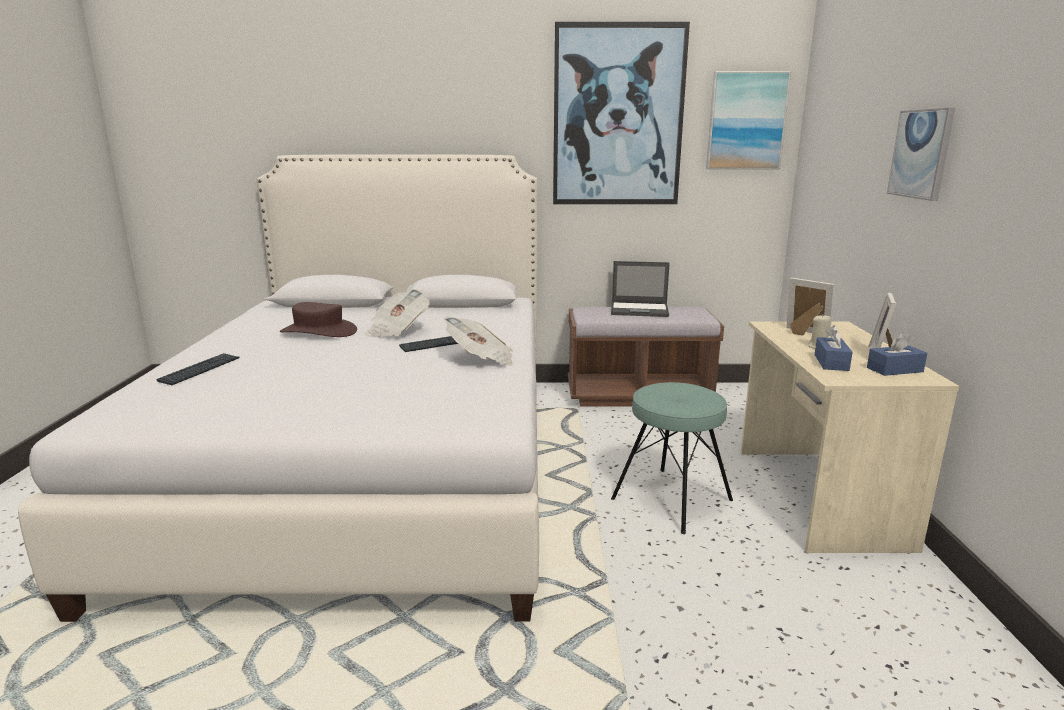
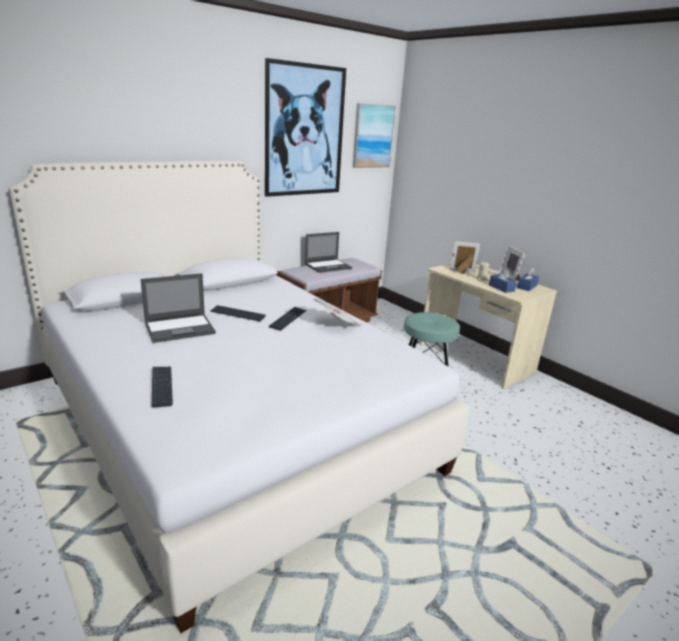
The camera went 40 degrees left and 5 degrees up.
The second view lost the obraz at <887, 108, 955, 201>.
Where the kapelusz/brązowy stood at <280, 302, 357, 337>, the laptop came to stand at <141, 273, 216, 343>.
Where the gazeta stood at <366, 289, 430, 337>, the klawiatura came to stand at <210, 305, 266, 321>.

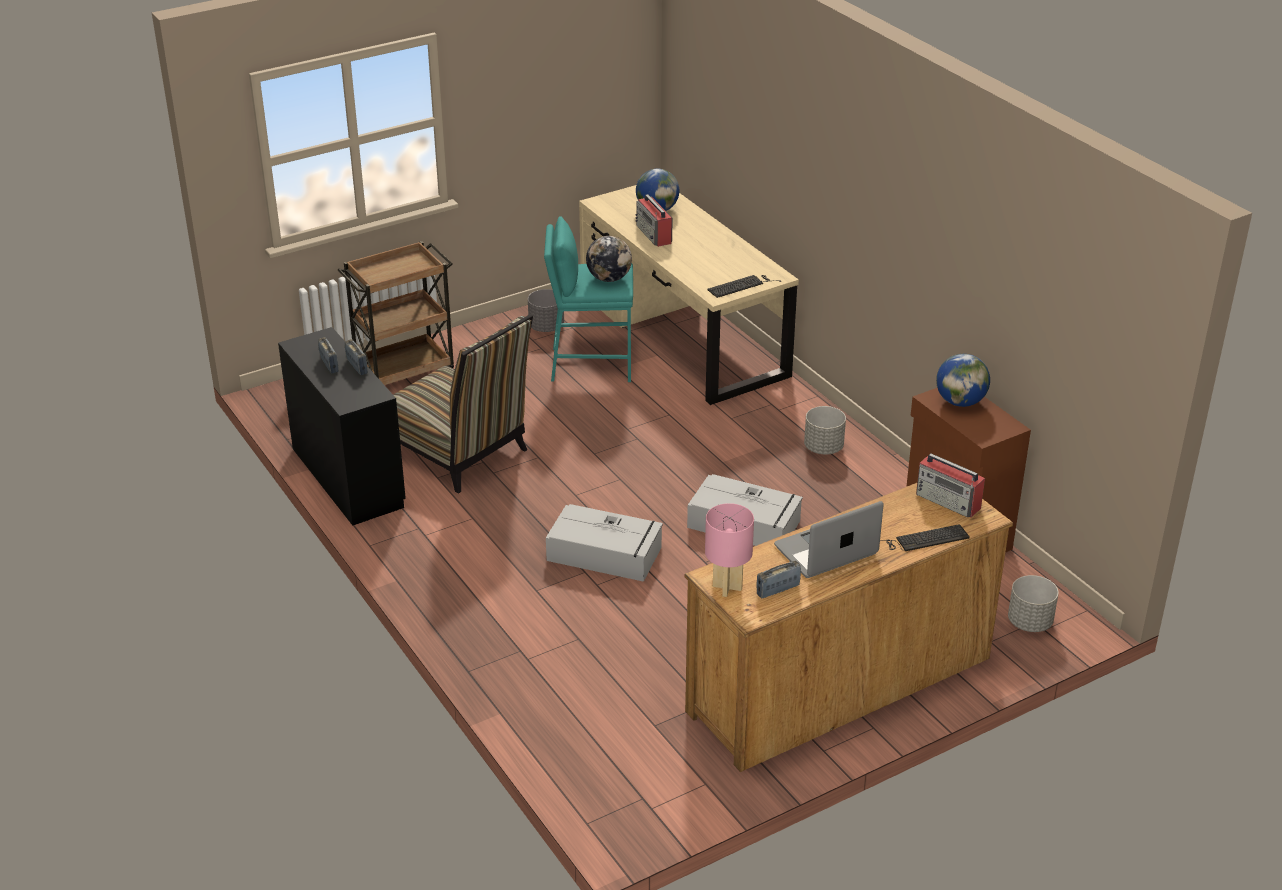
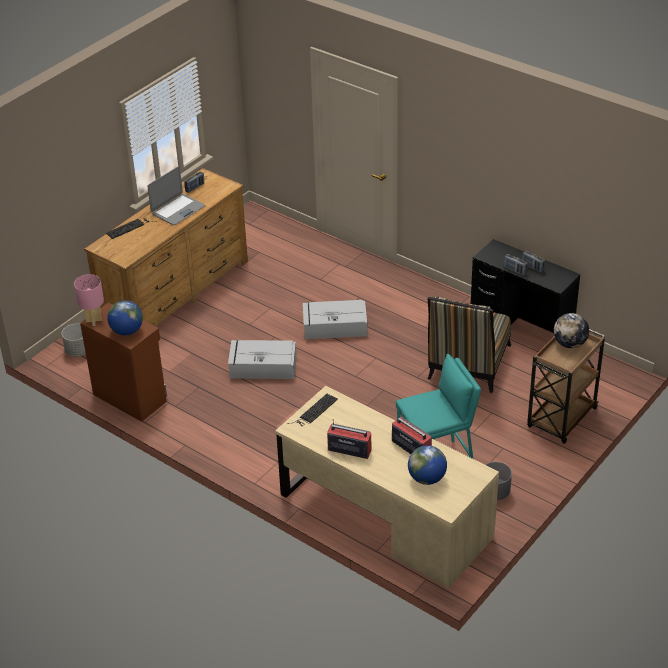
The camera went 160 degrees right and 5 degrees up.
The second view lost the donica/szary at <804, 406, 846, 454>.
The globus ended up elsewhere, having gone from <586, 236, 632, 282> to <554, 313, 589, 348>.
The lampa stołowa/różowy ended up elsewhere, having gone from <705, 503, 754, 597> to <74, 274, 104, 326>.
The radio ended up elsewhere, having gone from <916, 454, 985, 518> to <327, 419, 371, 459>.
The krzesło at <393, 314, 533, 494> ended up facing another way, 90 degrees counterclockwise from before.

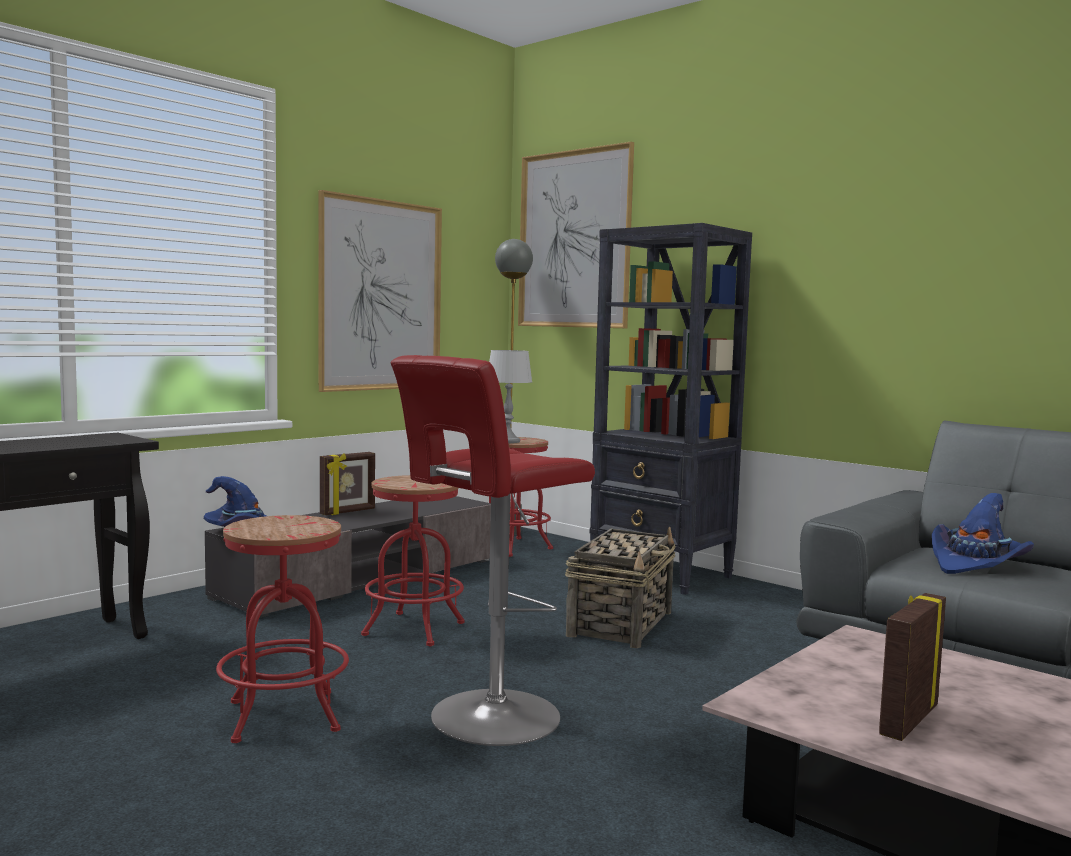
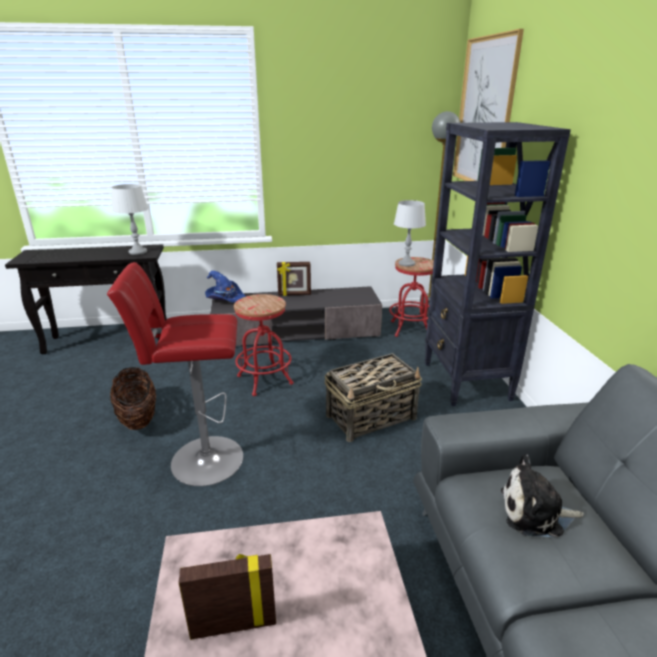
The camera went 40 degrees right and 20 degrees up.
The second view lost the obraz at <318, 190, 442, 392>.
The second view gained the lampa stołowa/szary at <111, 184, 148, 255>.
Where the stołek/czerwony stood at <216, 515, 349, 743>, the koszyk came to stand at <110, 367, 156, 430>.
Where the kapelusz/niebieski stood at <932, 493, 1034, 574>, the pluszak came to stand at <501, 454, 584, 537>.

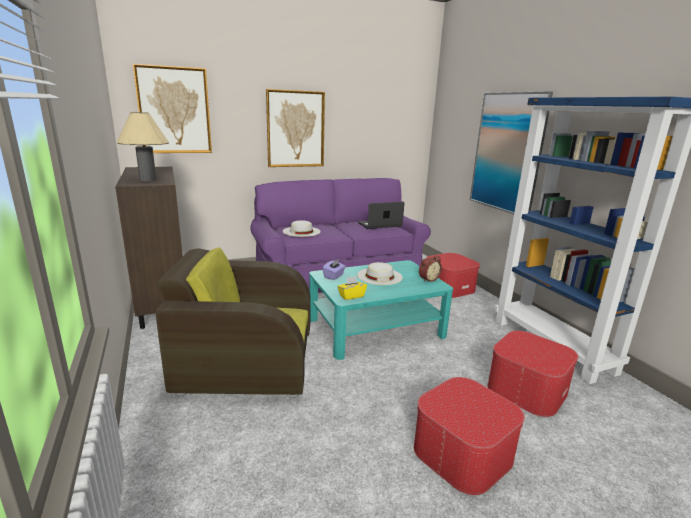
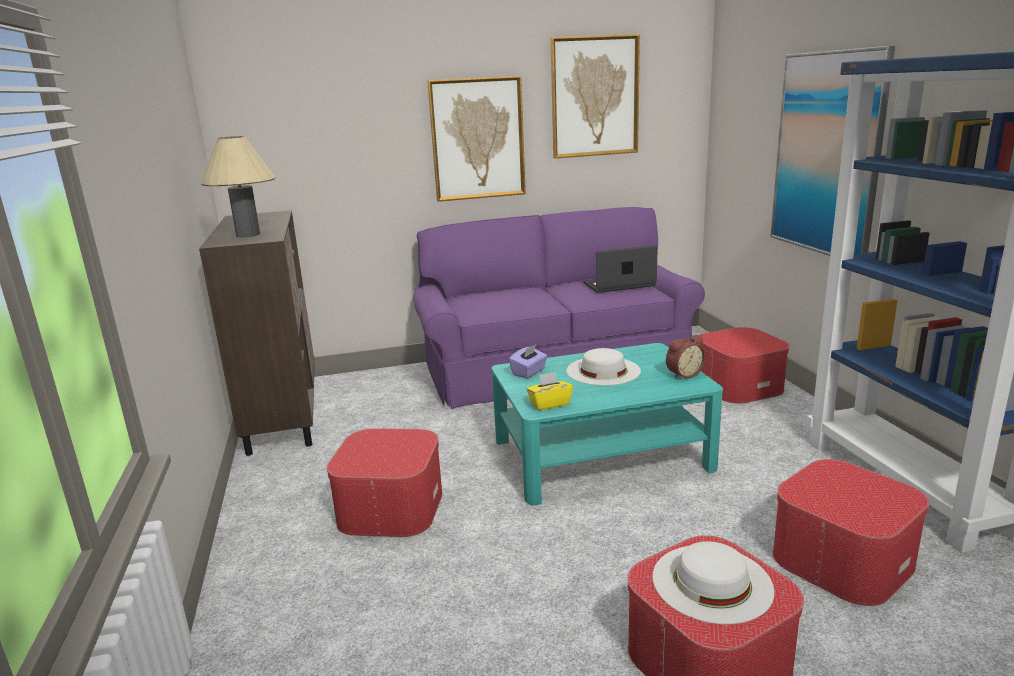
The camera went 10 degrees right and 0 degrees up.
The obraz ended up elsewhere, having gone from <133, 64, 212, 153> to <551, 34, 640, 159>.
The kapelusz/biały ended up elsewhere, having gone from <283, 220, 320, 237> to <653, 541, 774, 624>.
Where the fotel/brązowy stood at <156, 247, 311, 399>, the pufa came to stand at <327, 428, 443, 537>.

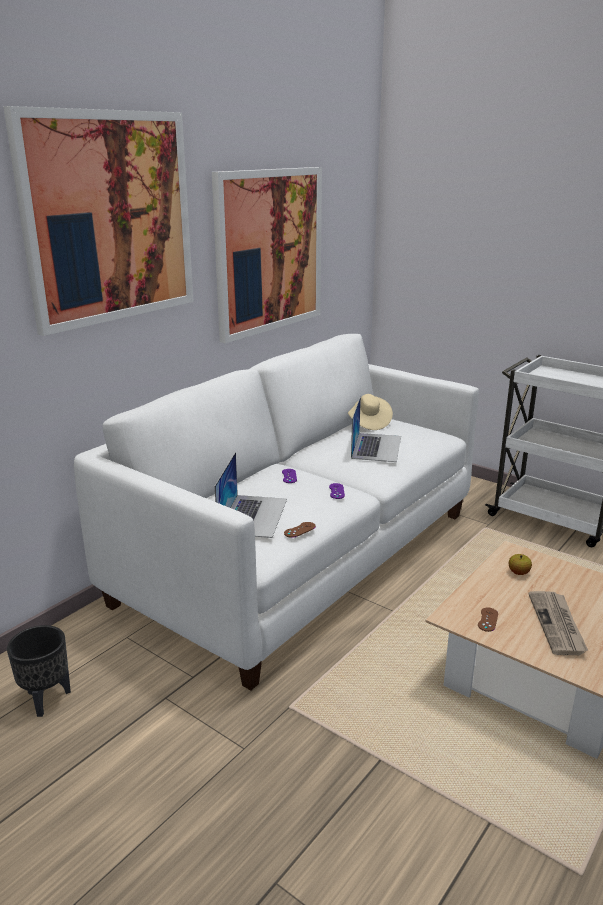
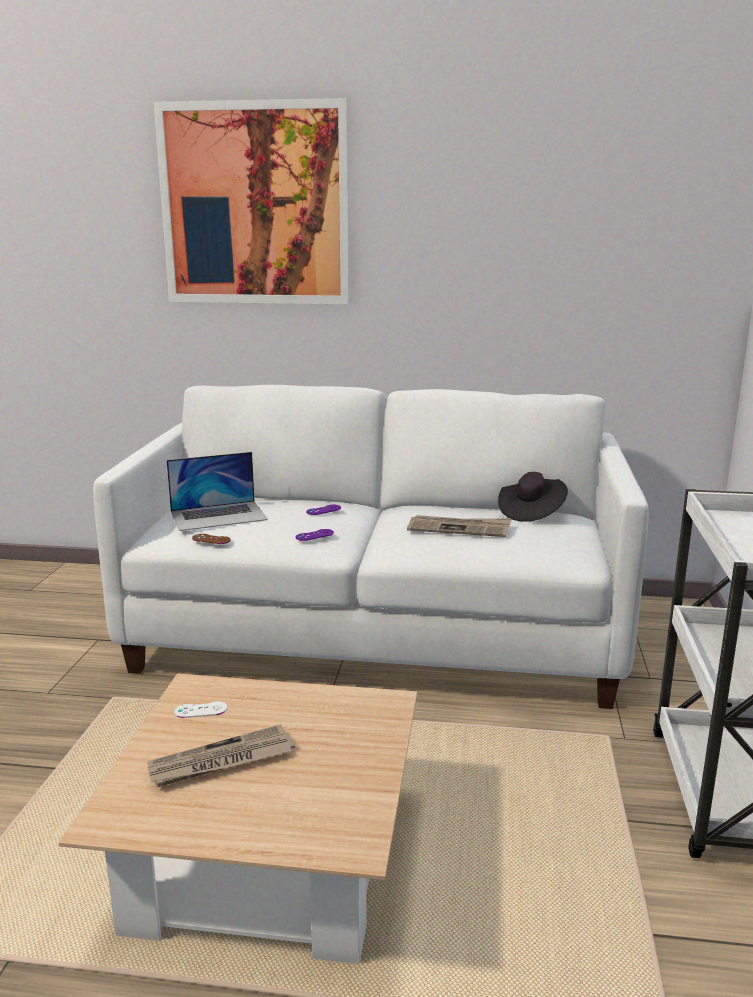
The camera went 60 degrees right and 5 degrees down.
The second view lost the donica/czarny at <7, 625, 71, 717>.
The second view lost the obraz at <212, 167, 322, 343>.
The second view lost the jabłko at <509, 554, 532, 575>.
Where the laptop stood at <351, 396, 401, 462>, the gazeta came to stand at <407, 515, 512, 537>.
What was the kapelusz/beżowy at <348, 394, 393, 430> turned into the kapelusz/czarny at <498, 472, 568, 522>.
What was the pad do gier/brązowy at <478, 608, 498, 632> turned into the pad do gier/biały at <174, 701, 227, 718>.

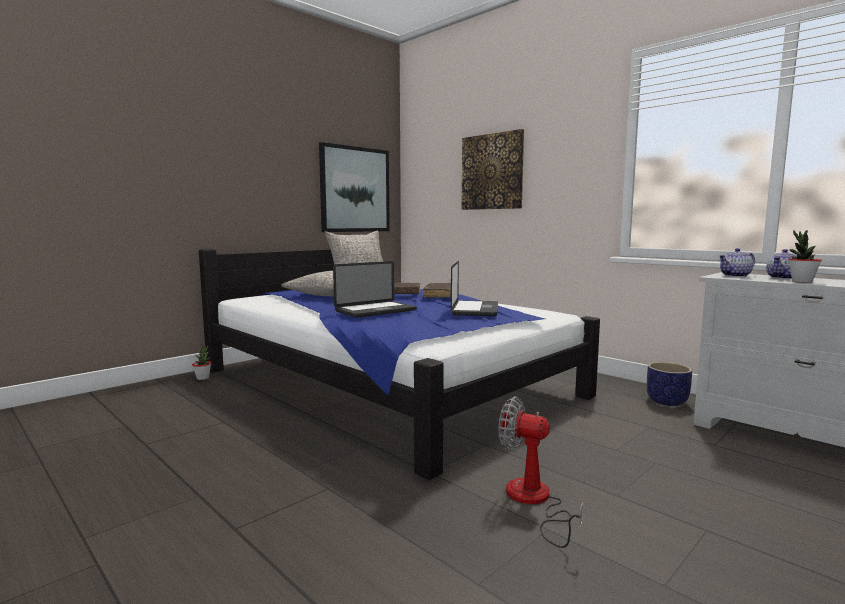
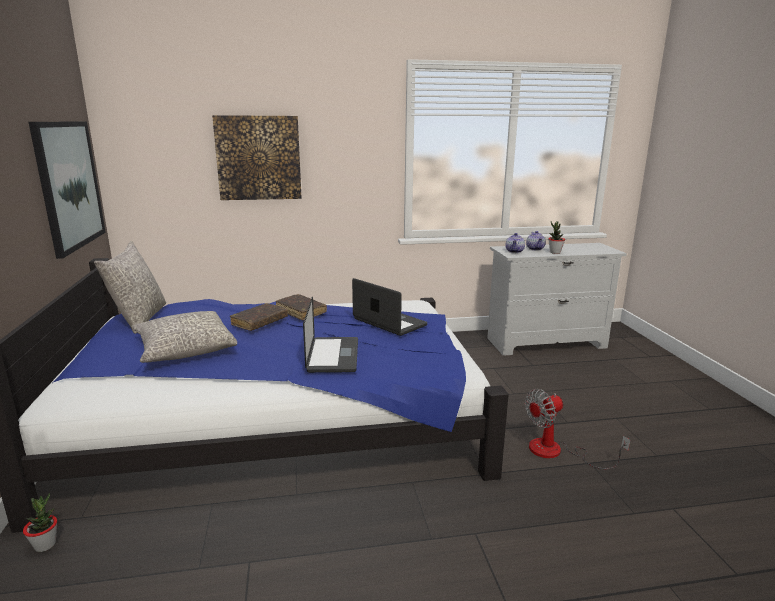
The camera went 55 degrees left and 10 degrees up.
The second view lost the donica at <647, 362, 692, 406>.

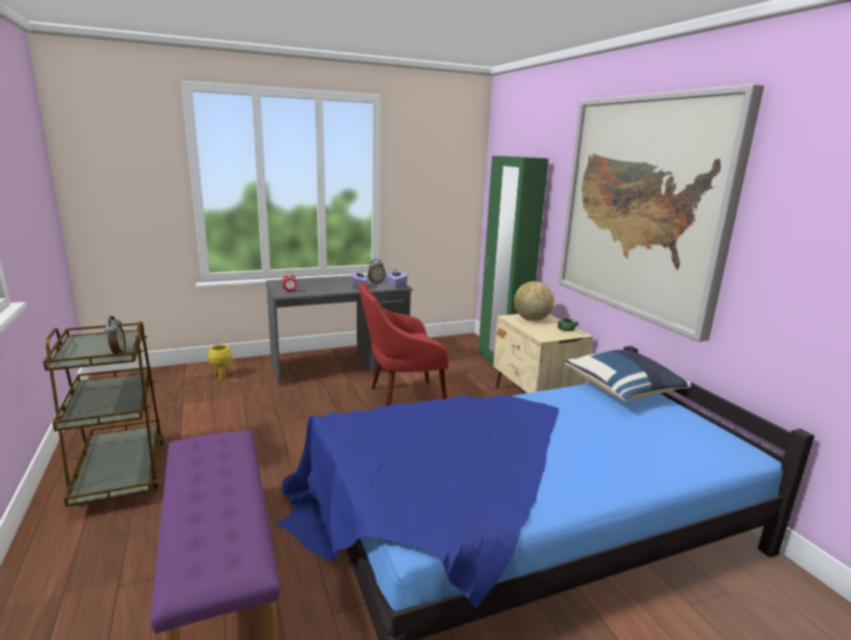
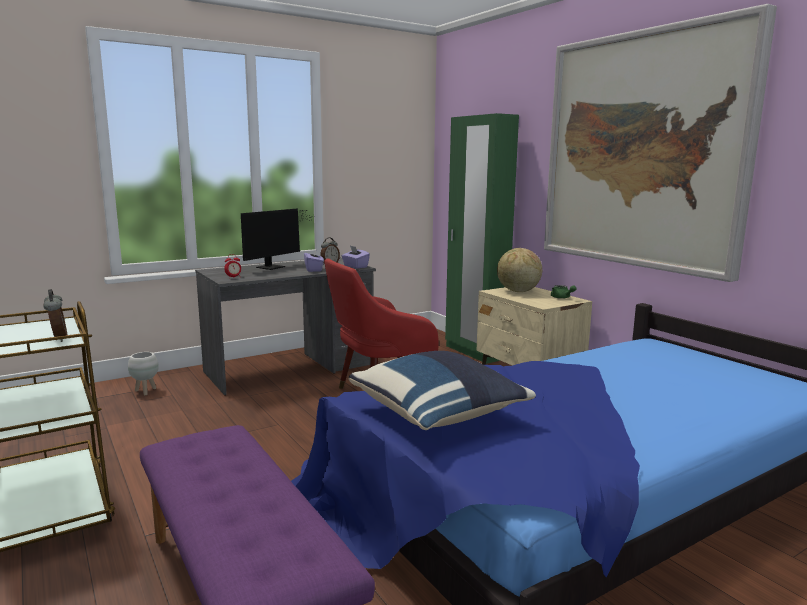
The camera went 10 degrees left and 5 degrees down.
The second view gained the monitor at <241, 208, 312, 270>.
The poduszka/niebieski ended up elsewhere, having gone from <565, 350, 691, 401> to <349, 351, 536, 430>.
What was the donica/żółty at <208, 345, 232, 379> turned into the donica/biały at <128, 352, 159, 395>.

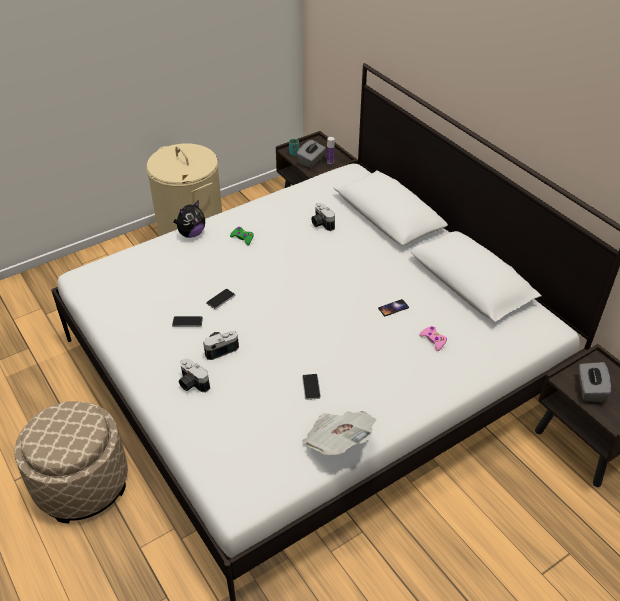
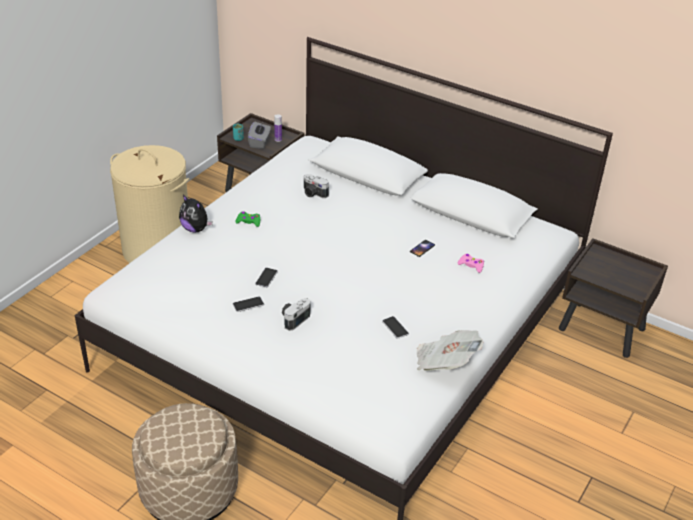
The camera went 25 degrees left and 5 degrees down.
The second view lost the aparat fotograficzny at <179, 358, 210, 392>.
The second view lost the pudełko chusteczek/szary at <579, 362, 611, 402>.
The pluszak at <174, 201, 205, 238> ended up facing another way, 105 degrees clockwise from before.

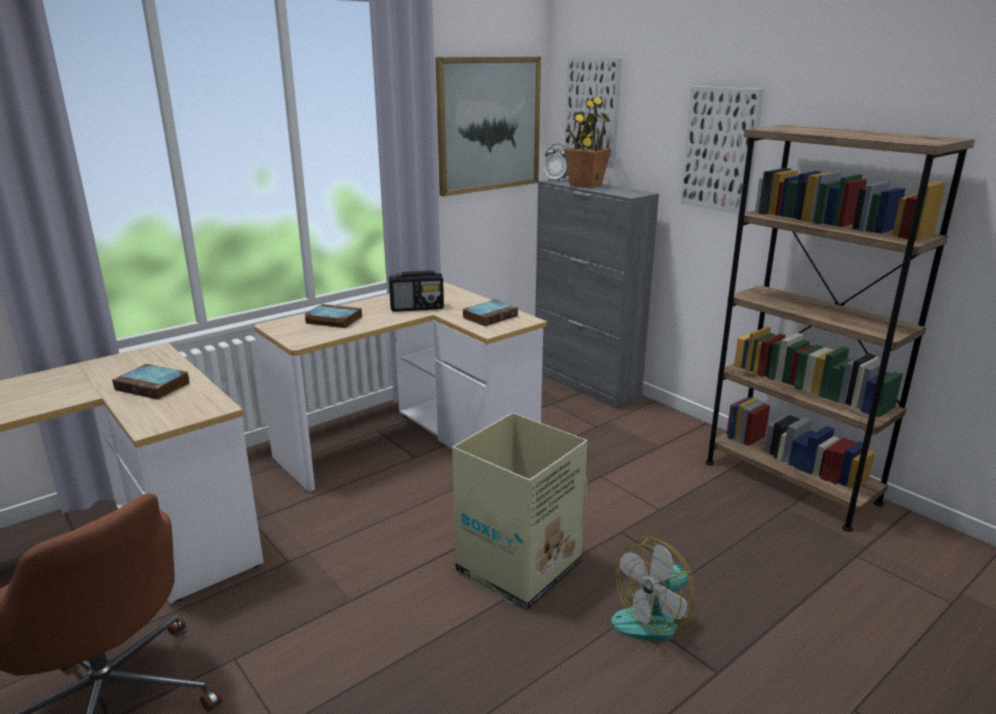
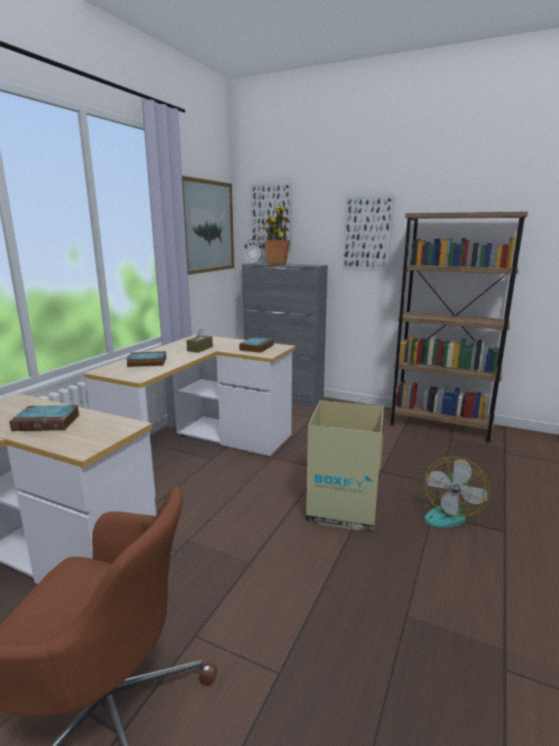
The camera went 25 degrees left and 5 degrees down.
Where the radio stood at <389, 271, 444, 312>, the pudełko chusteczek/brązowy came to stand at <186, 328, 213, 353>.

